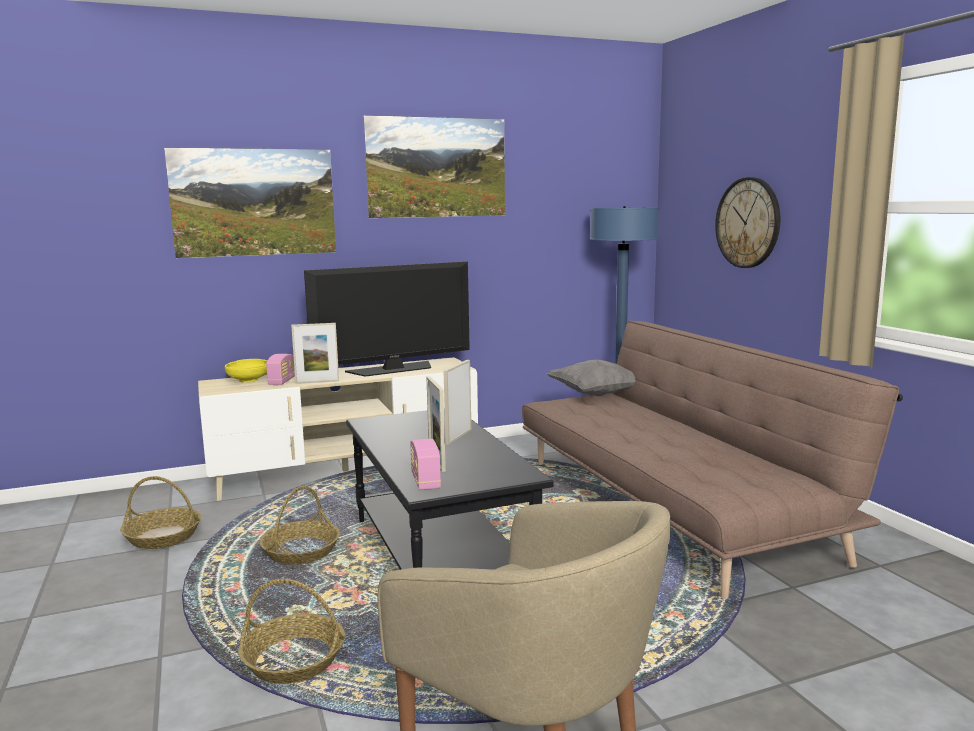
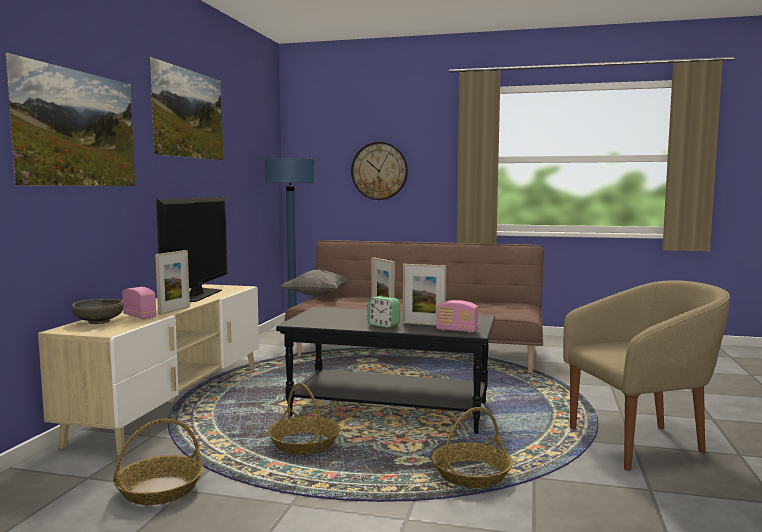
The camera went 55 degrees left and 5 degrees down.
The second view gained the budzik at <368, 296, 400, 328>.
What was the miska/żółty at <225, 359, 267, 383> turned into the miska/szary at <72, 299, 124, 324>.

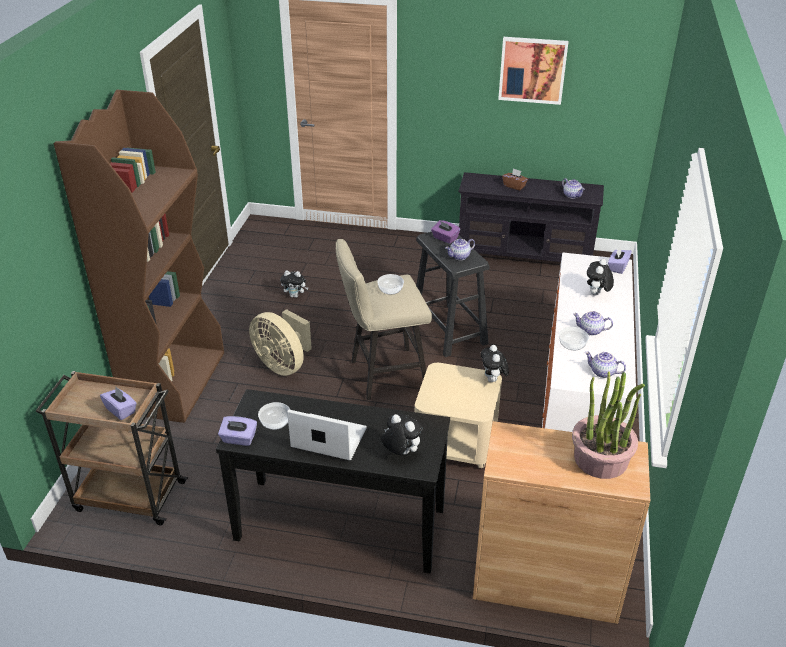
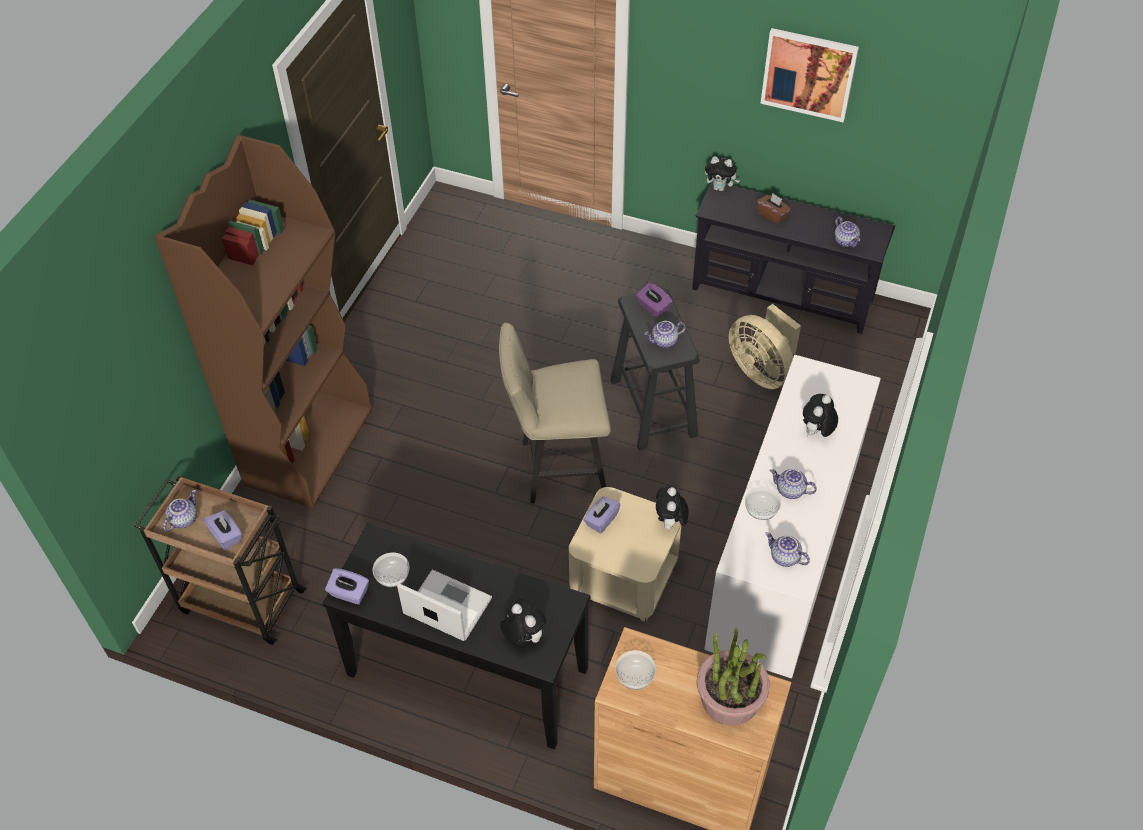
The camera went 10 degrees right and 15 degrees up.
The second view gained the imbryk at <163, 490, 197, 532>.
The wentylator/beżowy ended up elsewhere, having gone from <249, 309, 312, 376> to <729, 304, 801, 389>.
The pluszak ended up elsewhere, having gone from <280, 270, 309, 298> to <705, 156, 739, 191>.
The miska ended up elsewhere, having gone from <377, 274, 404, 295> to <615, 650, 656, 690>.
The pudełko chusteczek/fioletowy ended up elsewhere, having gone from <608, 246, 632, 274> to <583, 496, 621, 534>.

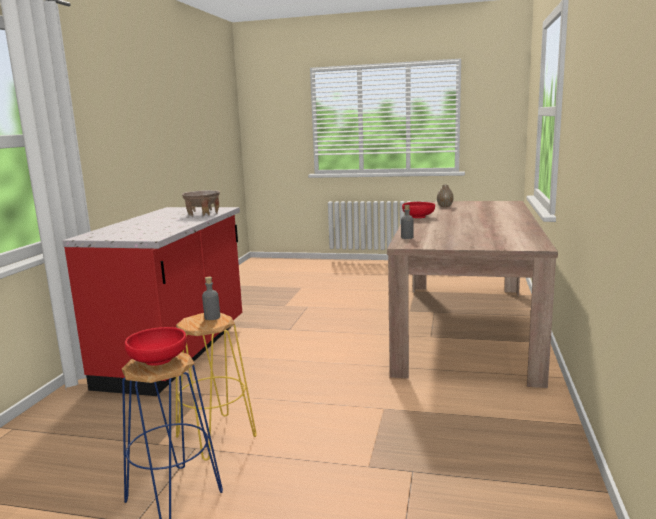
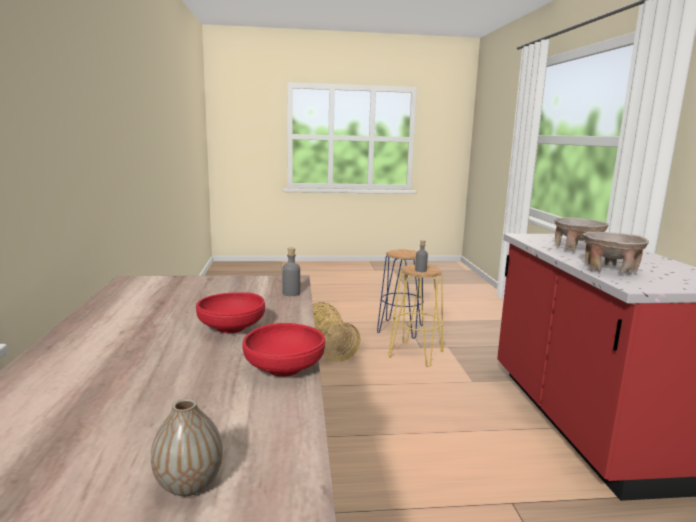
The camera went 160 degrees right and 0 degrees up.
The second view gained the koszyk at <313, 302, 360, 362>.
The second view gained the miska/beżowy at <555, 217, 609, 252>.
The miska/czerwony ended up elsewhere, having gone from <125, 327, 187, 366> to <196, 292, 265, 333>.

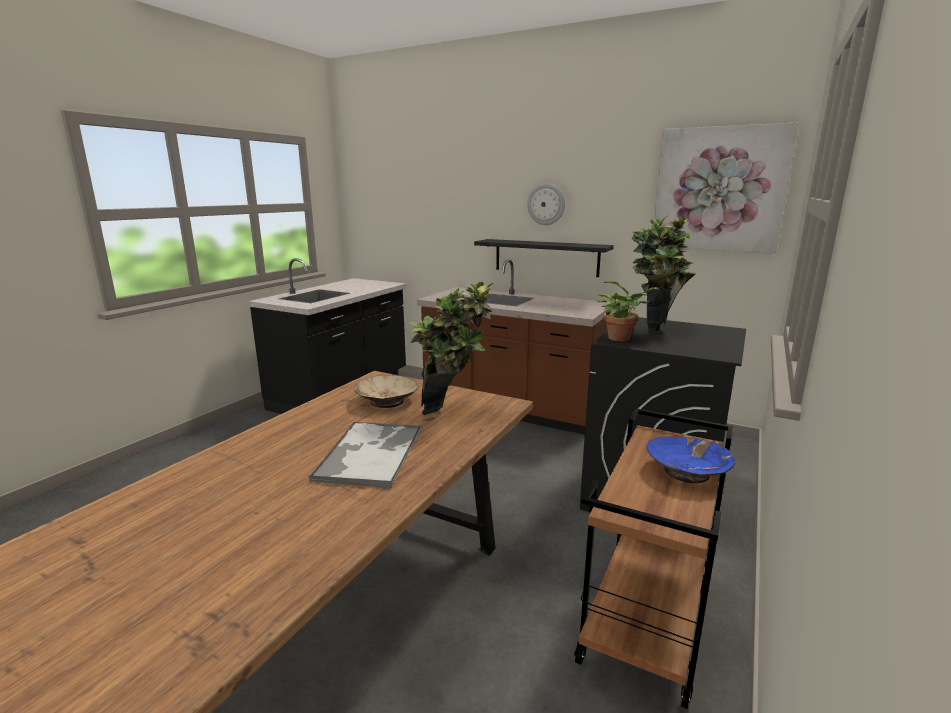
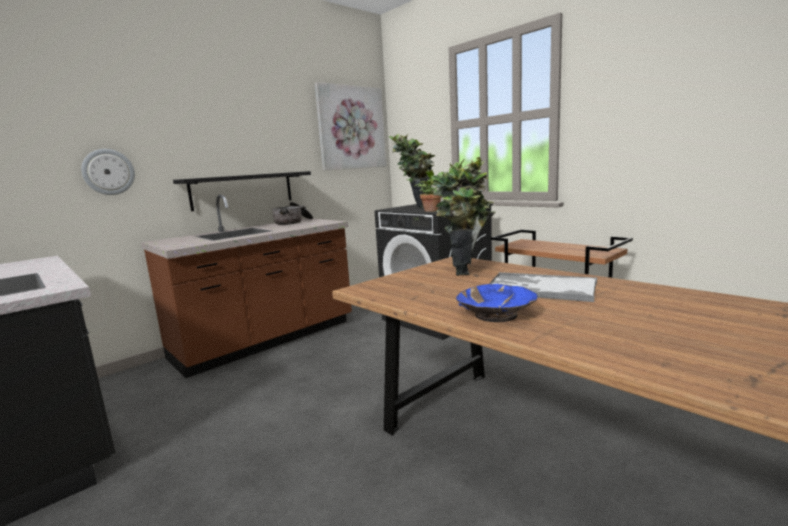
The camera went 70 degrees left and 5 degrees down.
The second view lost the miska/beżowy at <354, 375, 418, 408>.
The second view gained the garnek at <272, 202, 313, 225>.
The zegar ścienny ended up elsewhere, having gone from <527, 184, 565, 225> to <81, 149, 135, 195>.
The miska/niebieski ended up elsewhere, having gone from <647, 436, 735, 483> to <456, 284, 537, 322>.

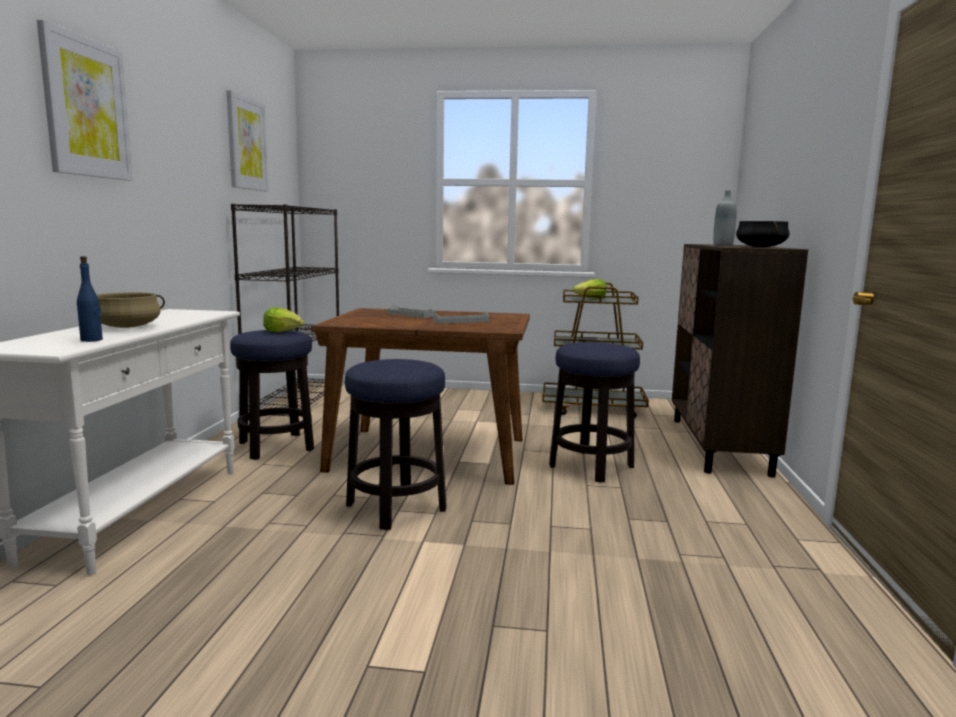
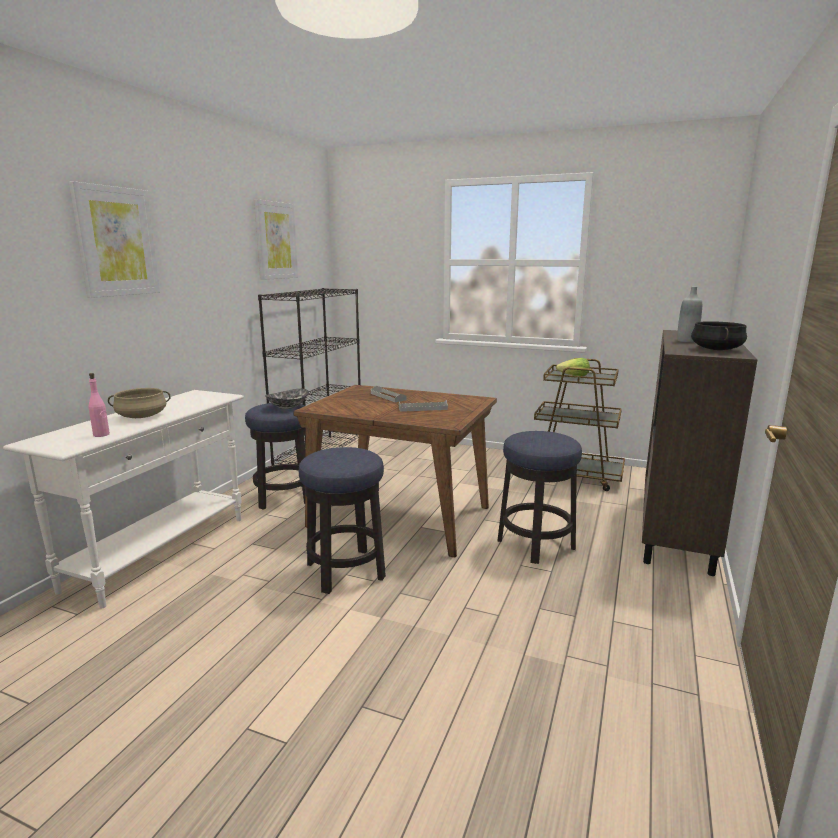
The camera went 15 degrees right and 5 degrees up.
Where the sałata stood at <263, 307, 304, 332>, the miska came to stand at <265, 389, 309, 409>.
What was the butelka/niebieski at <77, 256, 103, 342> turned into the butelka/różowy at <89, 373, 110, 437>.

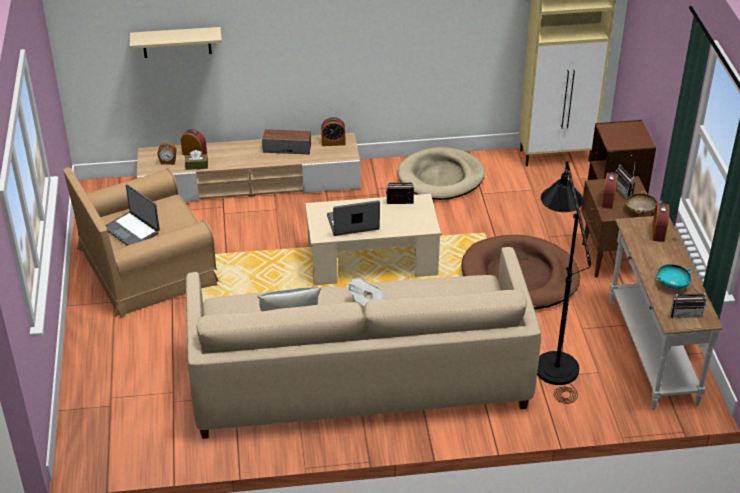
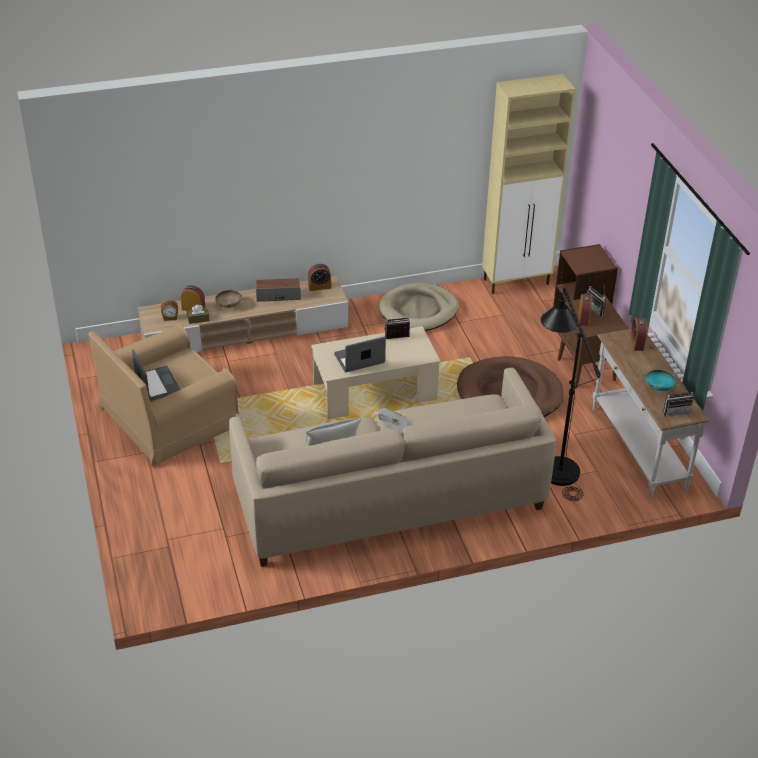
The camera went 10 degrees left and 0 degrees up.
The second view lost the półka/beżowy at <130, 27, 222, 58>.
The miska/beżowy ended up elsewhere, having gone from <626, 191, 658, 215> to <215, 288, 242, 308>.
The laptop at <105, 184, 160, 245> ended up facing another way, 150 degrees counterclockwise from before.

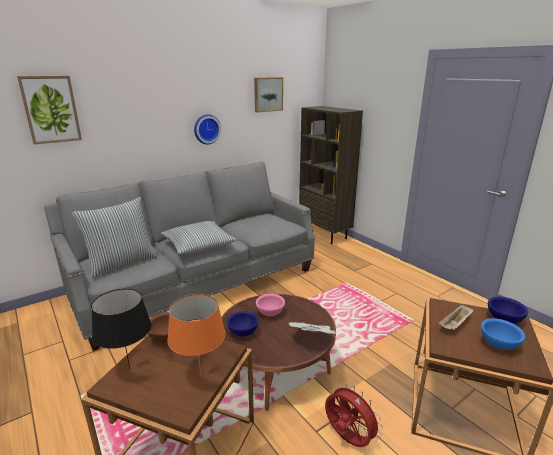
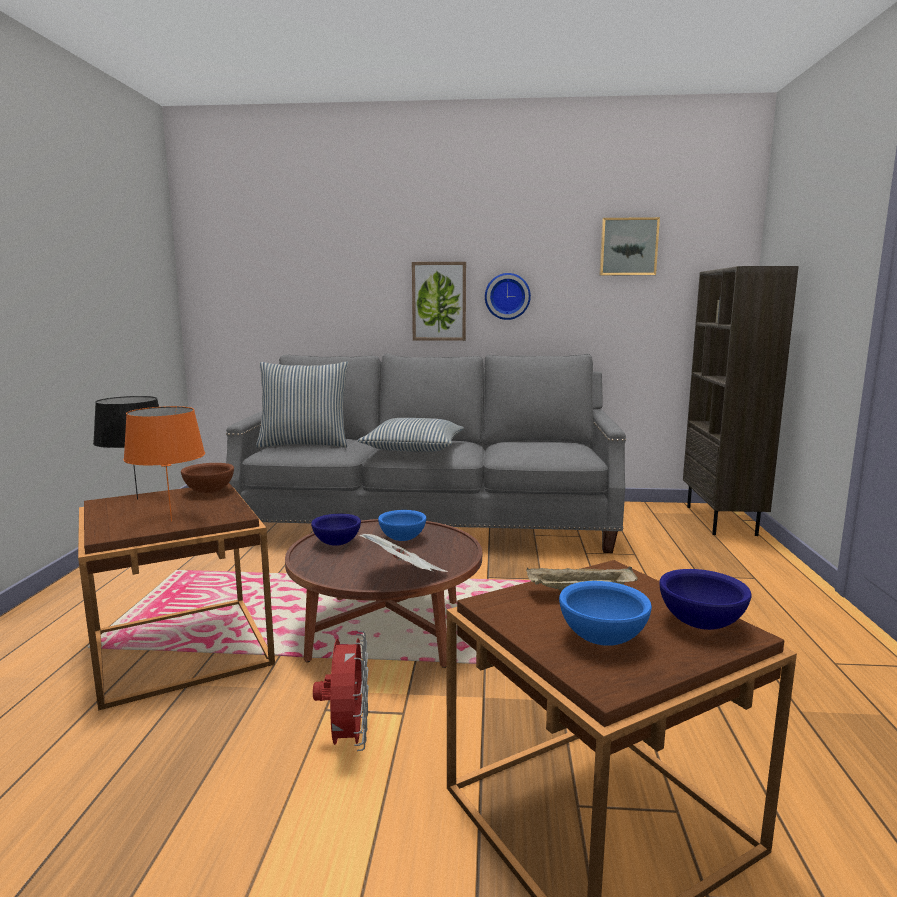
The camera went 40 degrees right and 10 degrees down.
The obraz ended up elsewhere, having gone from <17, 76, 82, 145> to <412, 262, 466, 341>.
What was the miska/różowy at <256, 294, 285, 316> turned into the miska/niebieski at <378, 510, 426, 541>.

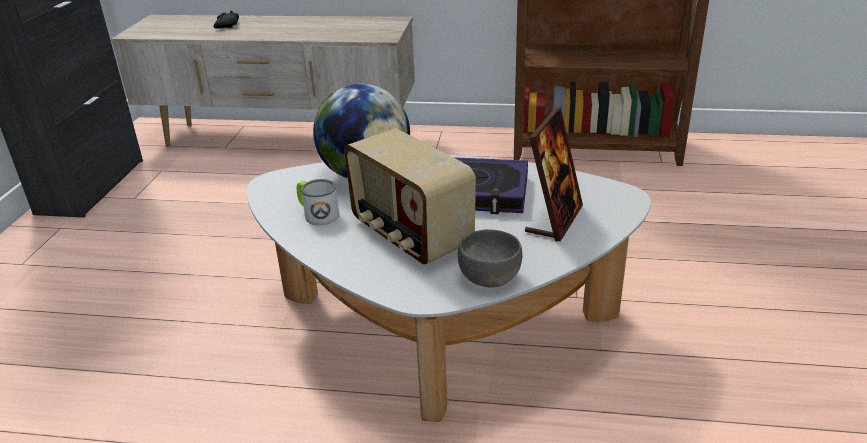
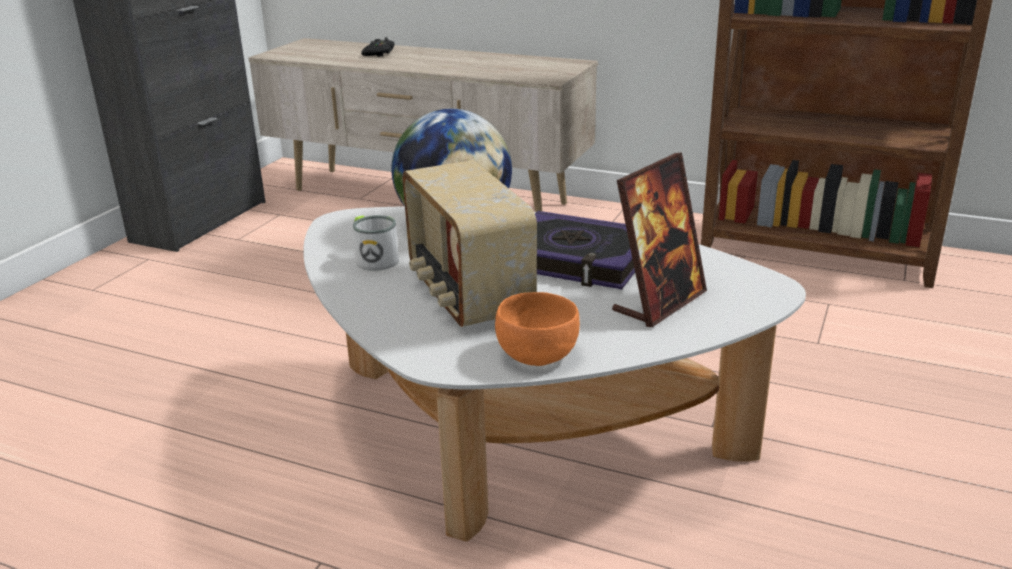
The camera went 15 degrees right and 5 degrees down.
What was the miska/szary at <458, 229, 522, 287> turned into the miska/pomarańczowy at <495, 292, 580, 366>.

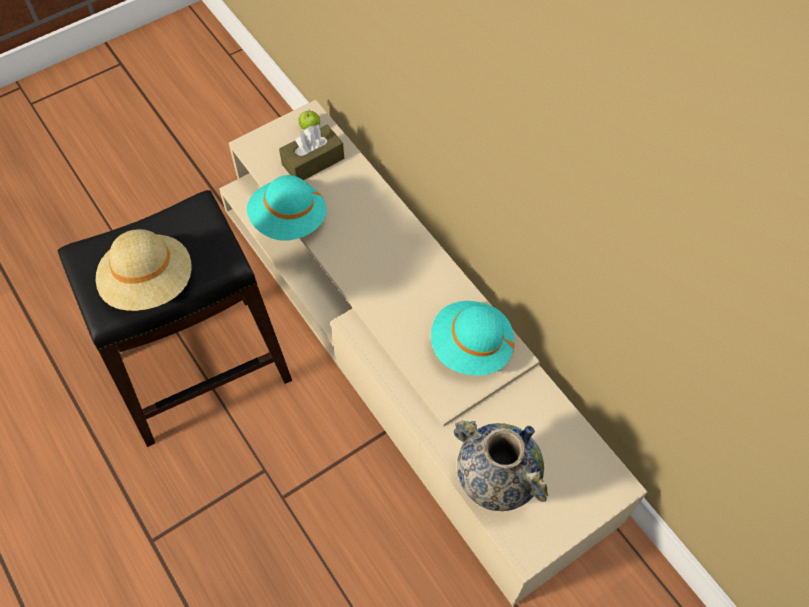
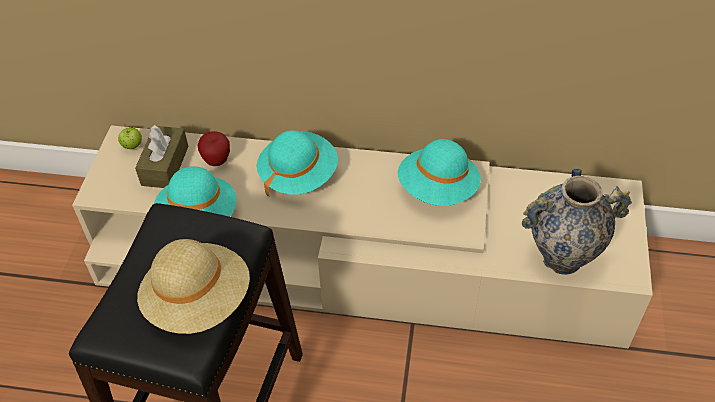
The camera went 45 degrees left and 10 degrees down.
The second view gained the jabłko at <198, 131, 230, 166>.
The second view gained the kapelusz/turkusowy at <257, 130, 338, 198>.

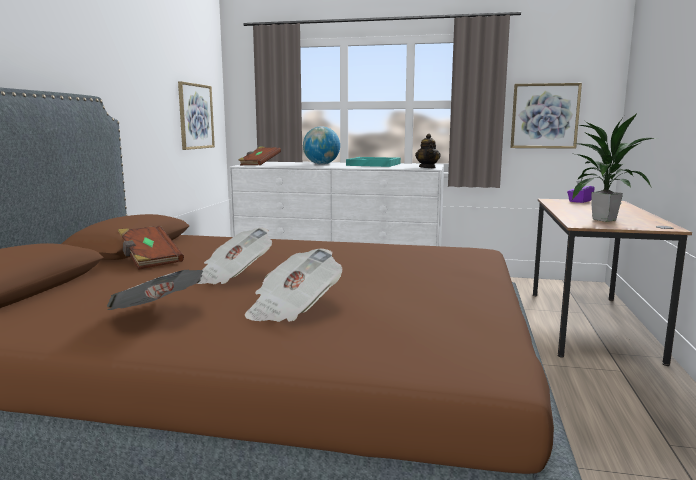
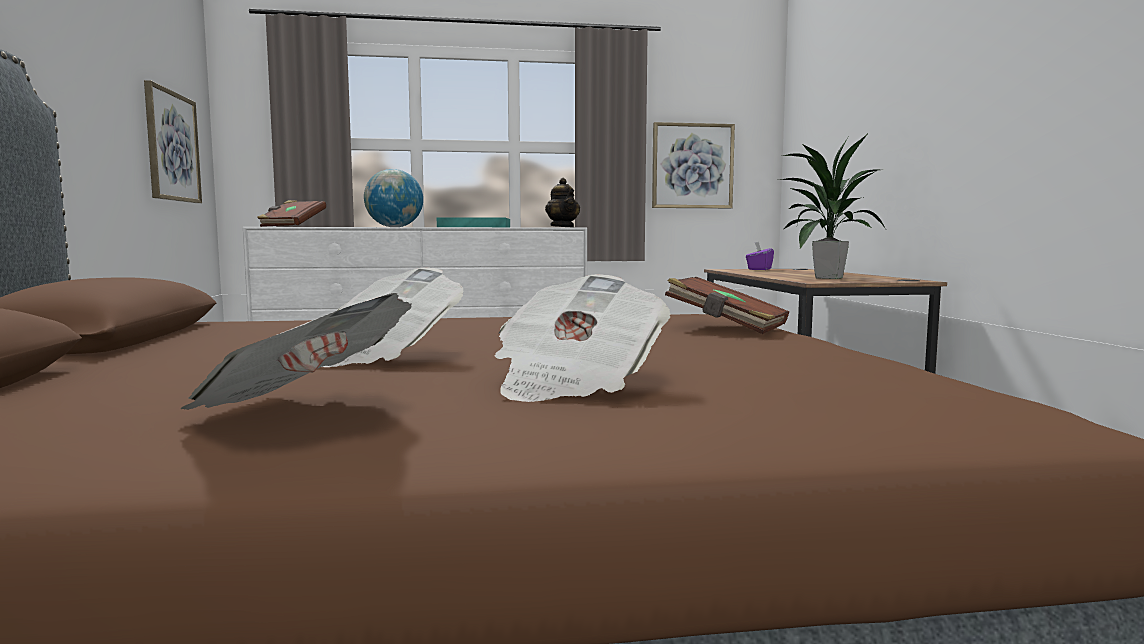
The camera went 20 degrees left and 5 degrees down.
The książka/brązowy ended up elsewhere, having gone from <118, 226, 184, 270> to <665, 277, 789, 334>.

